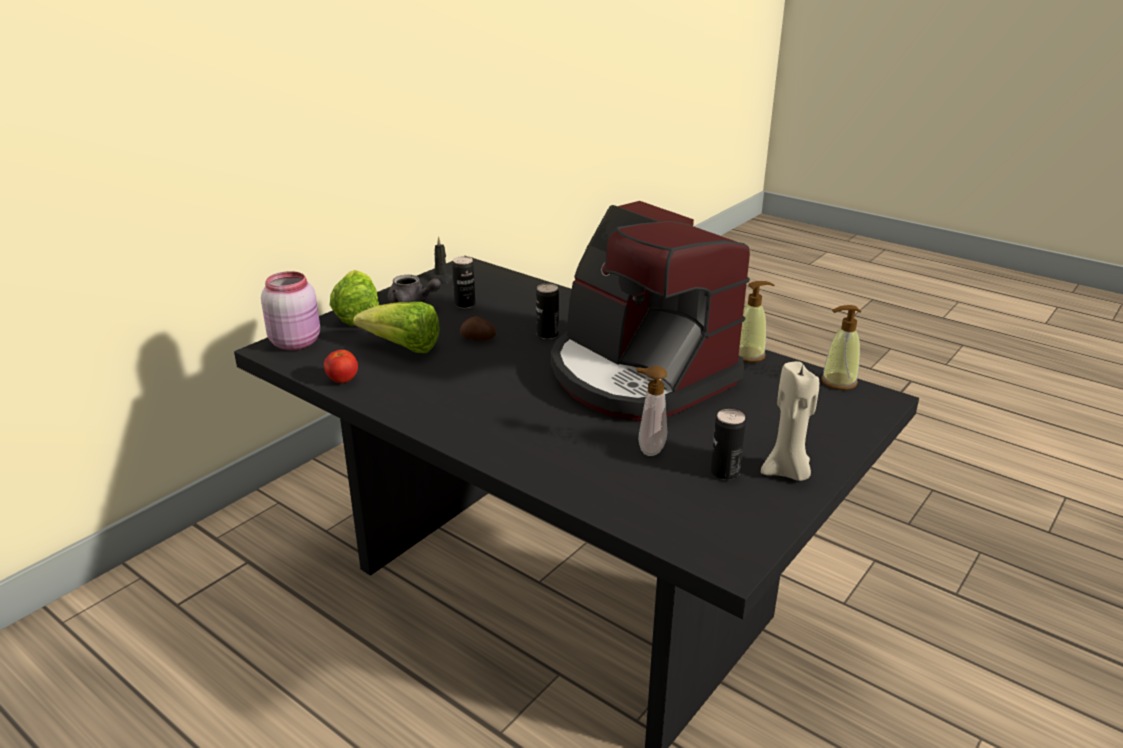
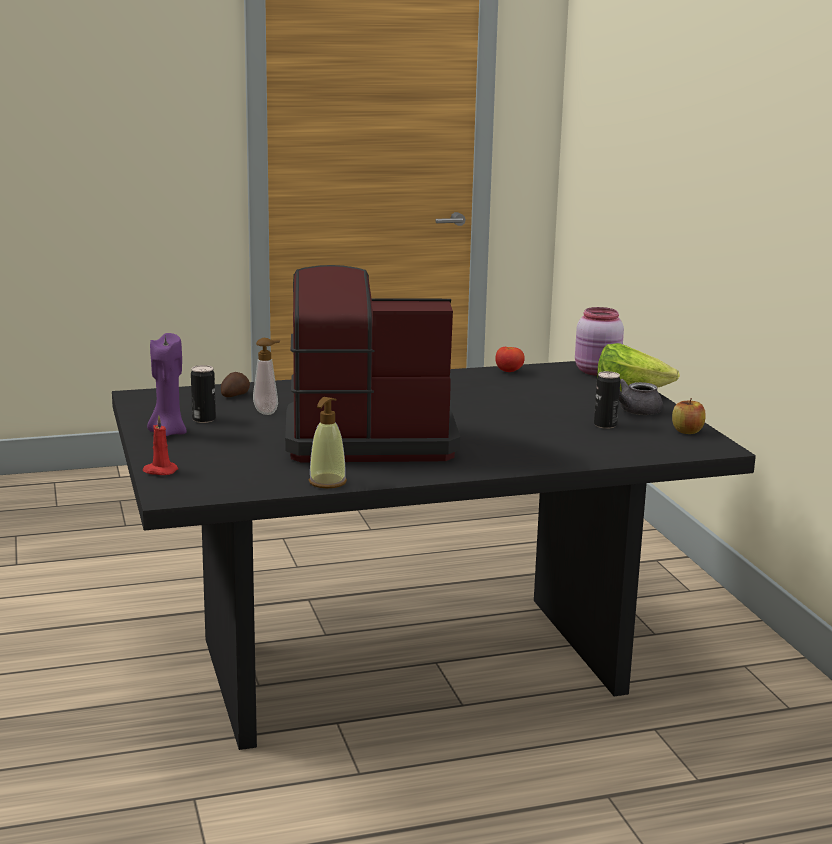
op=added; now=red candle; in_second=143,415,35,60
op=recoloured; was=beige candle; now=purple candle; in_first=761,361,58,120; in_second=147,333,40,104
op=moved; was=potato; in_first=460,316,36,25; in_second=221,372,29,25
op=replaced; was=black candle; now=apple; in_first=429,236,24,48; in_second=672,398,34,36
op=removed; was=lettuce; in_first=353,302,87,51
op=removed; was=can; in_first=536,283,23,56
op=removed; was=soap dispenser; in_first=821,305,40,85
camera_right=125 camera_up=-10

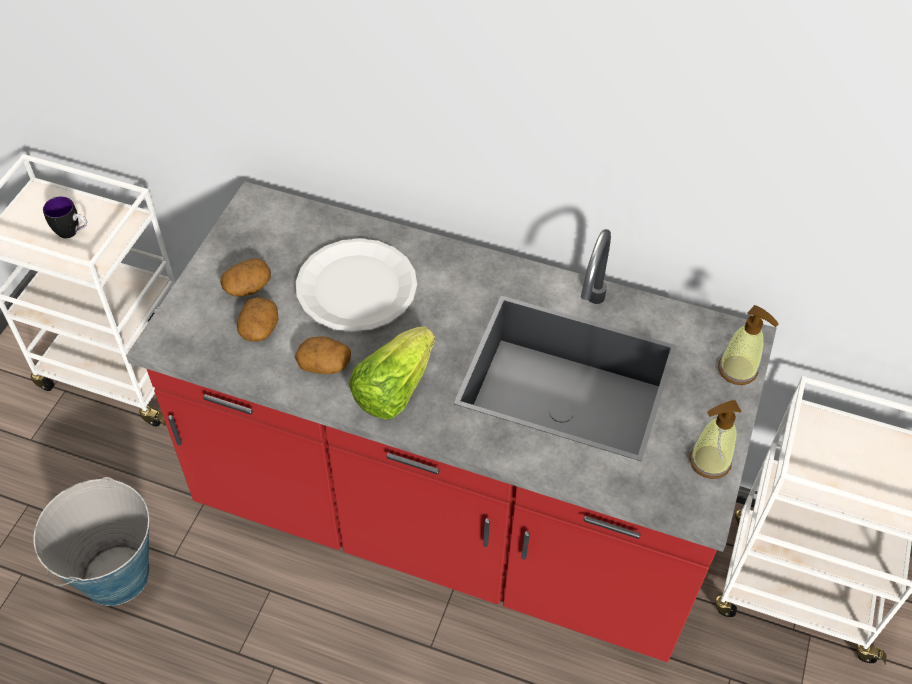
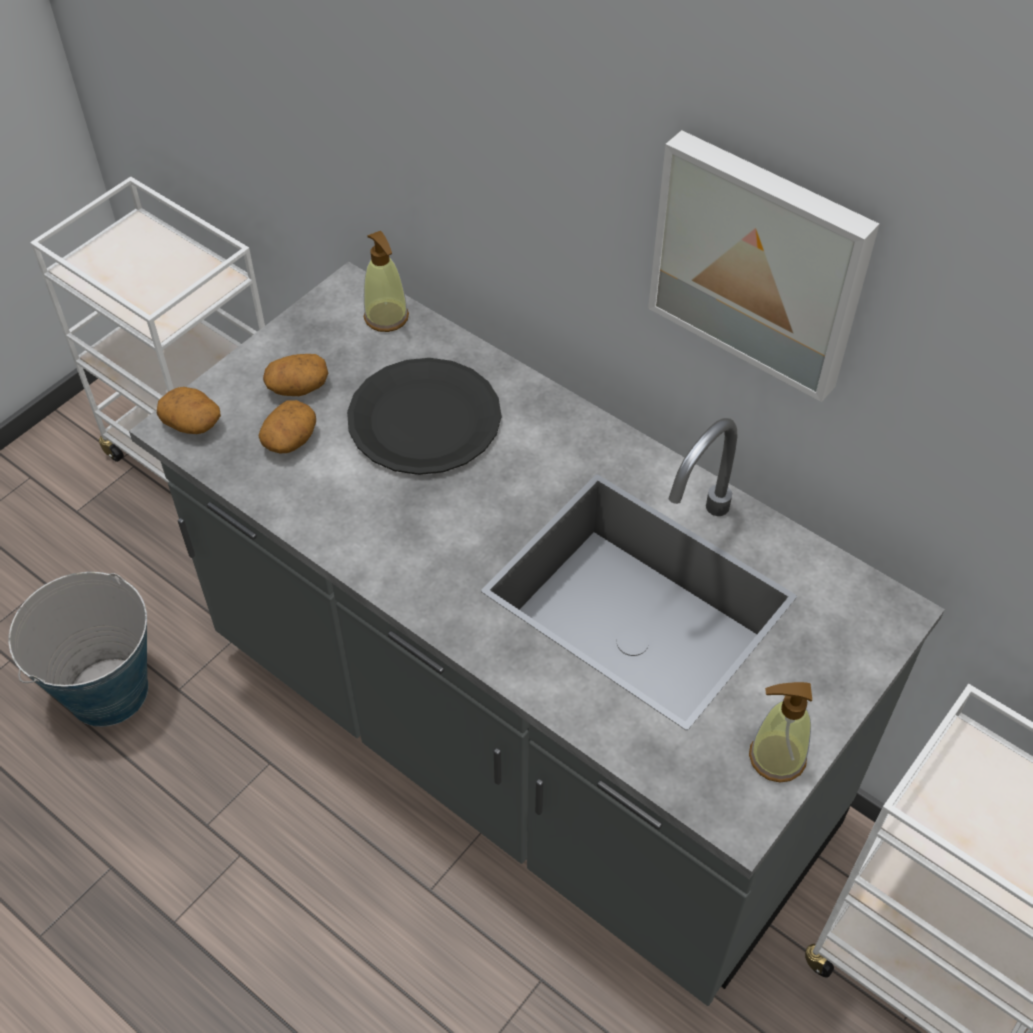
op=recoloured; was=red counter; now=grey counter; in_first=126,181,651,481; in_second=129,261,816,745
op=moved; was=potato; in_first=295,336,56,38; in_second=157,387,64,47
op=recoloured; was=white plate; now=black plate; in_first=296,238,121,94; in_second=347,358,154,117
op=moved; was=soap dispenser; in_first=718,305,61,80; in_second=364,231,45,101
op=added; now=picture; in_second=648,130,231,272
op=removed; was=mug; in_first=43,196,44,42
op=removed; was=lettuce; in_first=349,327,86,93
camera_right=20 camera_up=0

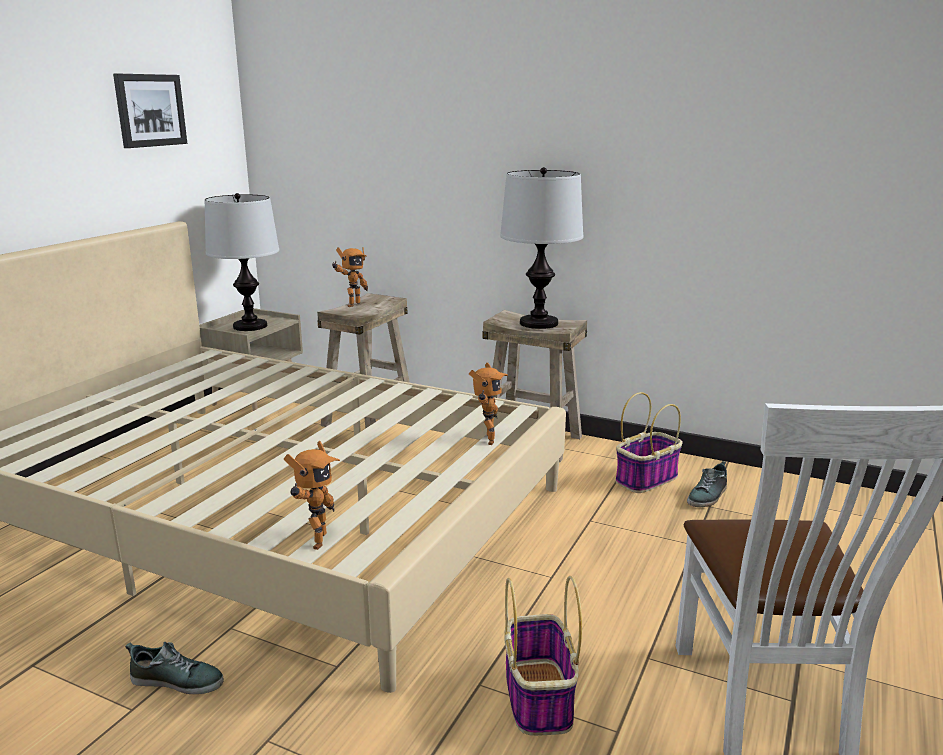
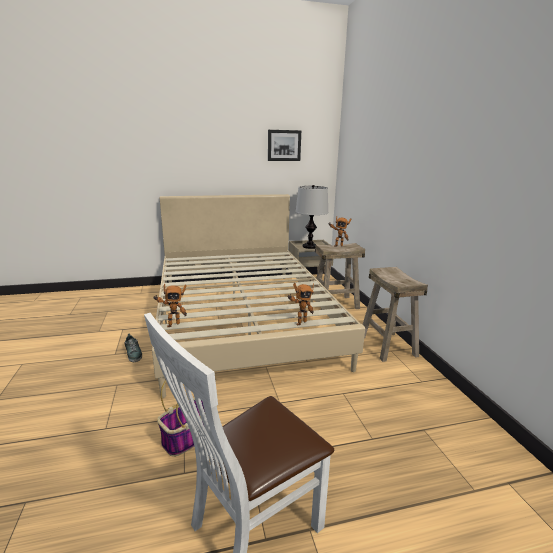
op=removed; was=table lamp; in_first=500,167,83,162
op=removed; was=basket; in_first=616,392,67,101
op=removed; was=shoe; in_first=687,461,40,46
camera_right=50 camera_up=0

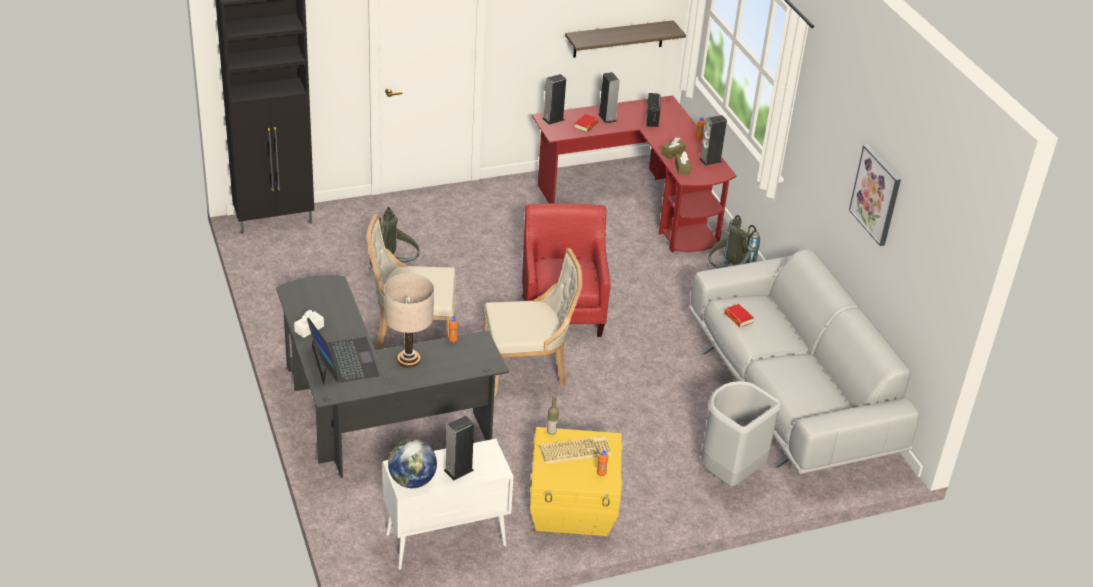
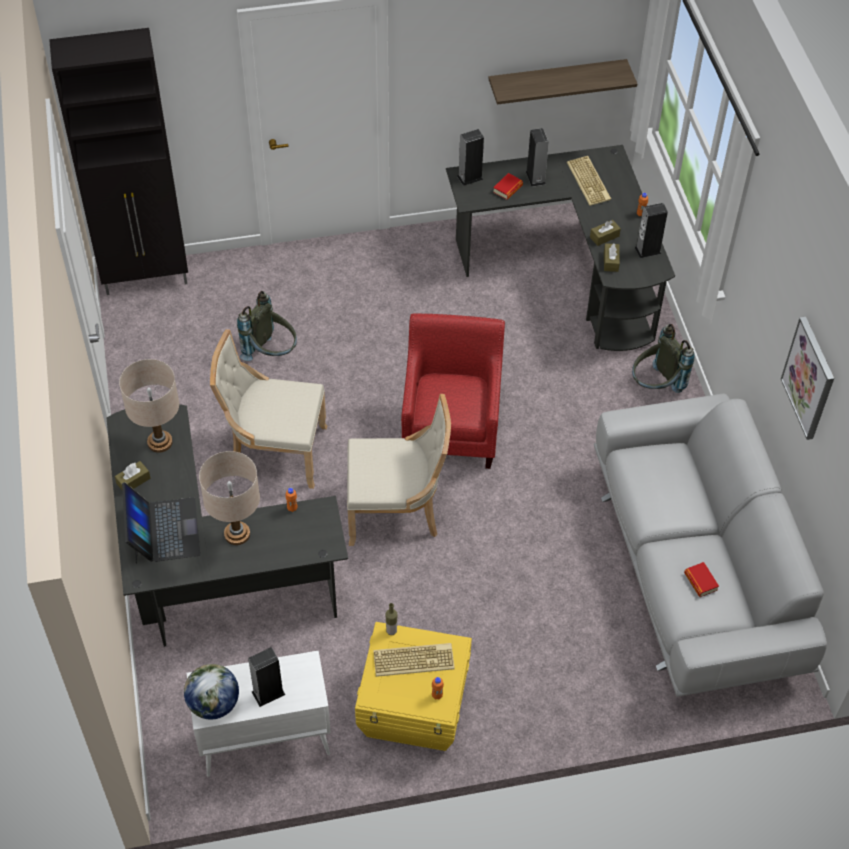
op=recoloured; was=white tissue box; now=brown tissue box; in_first=294,310,30,28; in_second=115,461,36,29
op=added; now=beige table lamp; in_second=119,359,60,94
op=recoloured; was=red desk; now=black desk; in_first=532,95,205,158; in_second=446,145,229,206
op=replaced; was=radio; now=keyboard; in_first=646,93,14,34; in_second=567,156,44,50
op=moved; was=book; in_first=724,304,30,23; in_second=684,562,35,35
op=removed; was=grey trash can; in_first=701,381,81,106
camera_right=10 camera_up=15

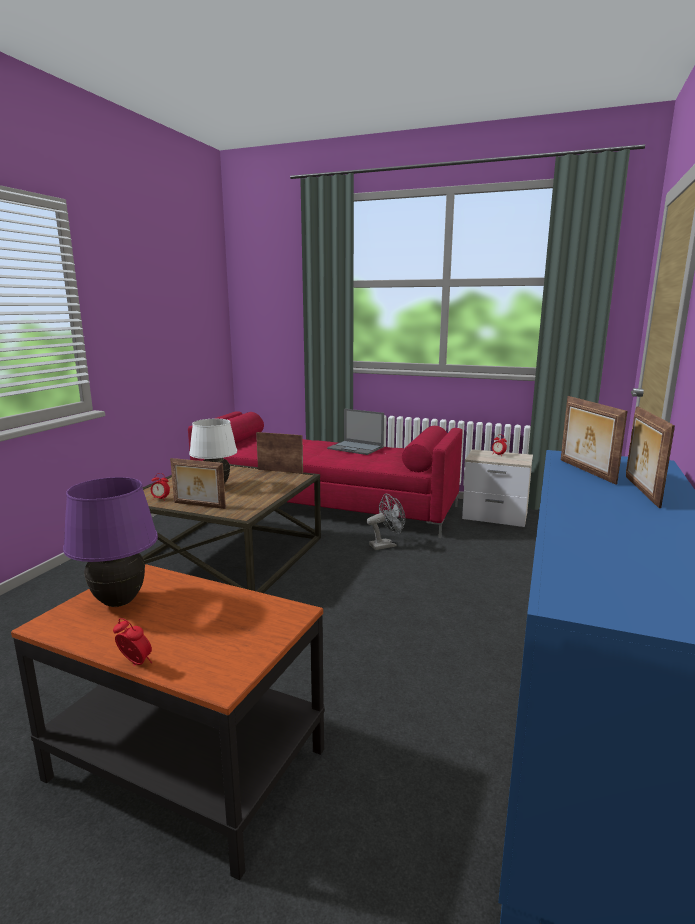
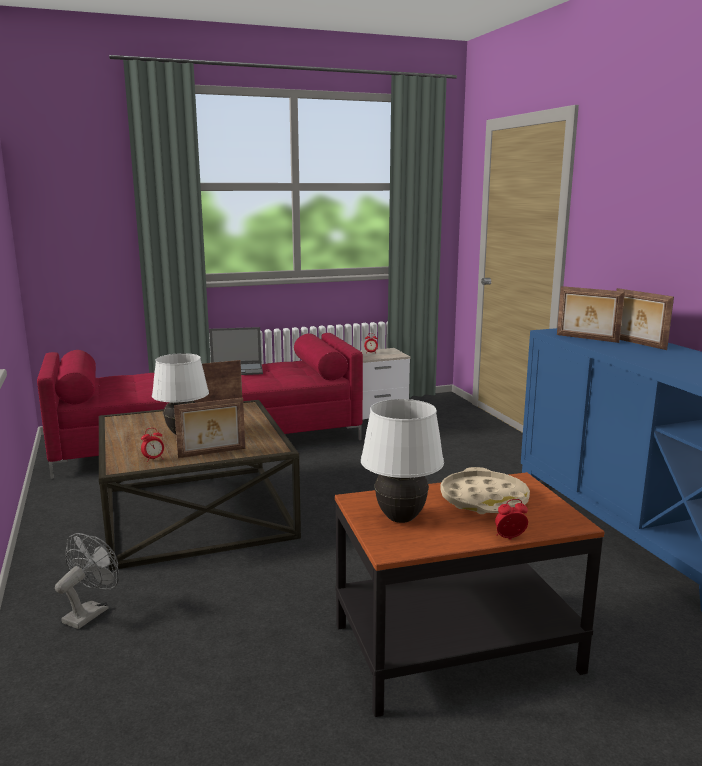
op=moved; was=grey fan; in_first=367,494,39,56; in_second=55,533,64,96
op=recoloured; was=purple table lamp; now=white table lamp; in_first=63,477,95,130; in_second=361,399,83,124
op=added; now=beige tray; in_second=440,467,90,47
camera_right=-40 camera_up=0

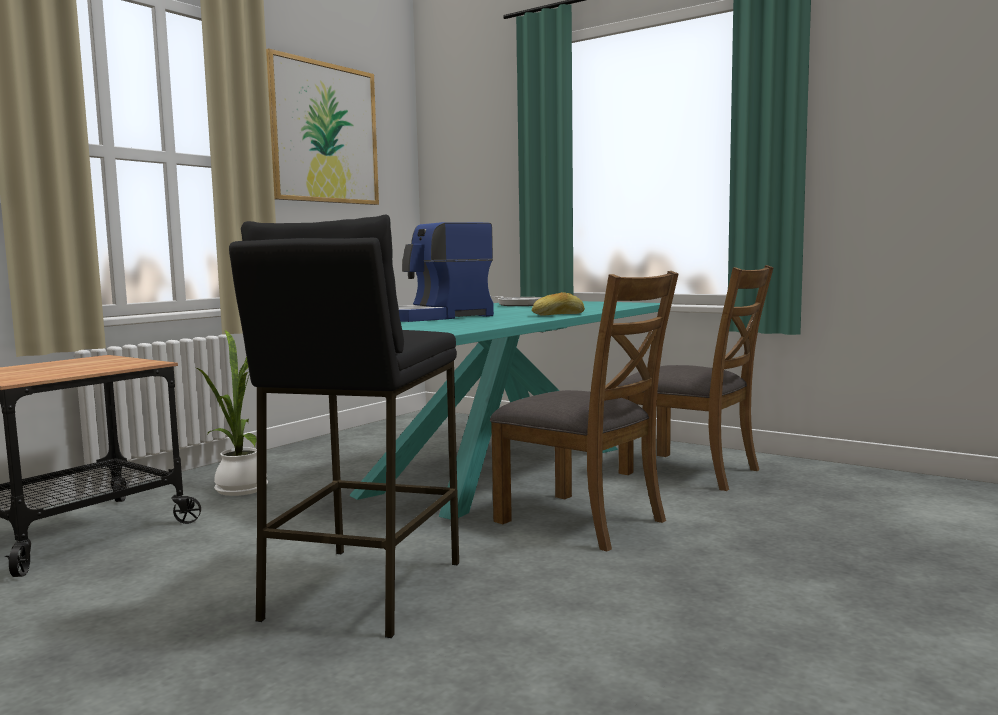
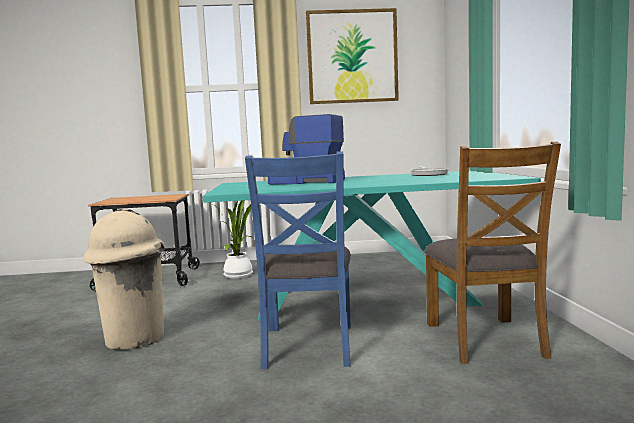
op=replaced; was=black stool; now=beige trash can; in_first=229,215,230,423; in_second=83,209,82,141
op=recoloured; was=brown chair; now=blue chair; in_first=490,271,188,280; in_second=245,151,106,218
op=removed; was=bread; in_first=532,292,53,24
camera_right=50 camera_up=0

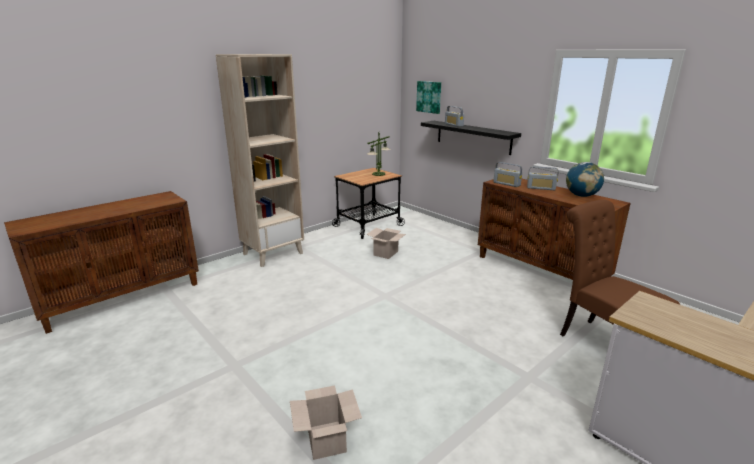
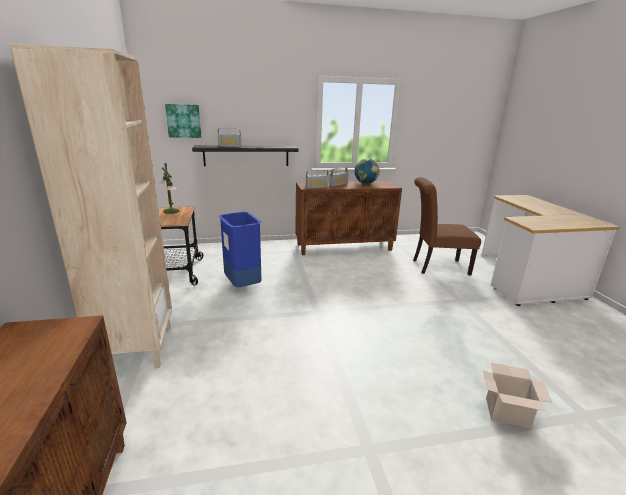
op=replaced; was=cardboard box; now=blue trash can; in_first=366,228,40,31; in_second=219,212,42,75
camera_right=-60 camera_up=0

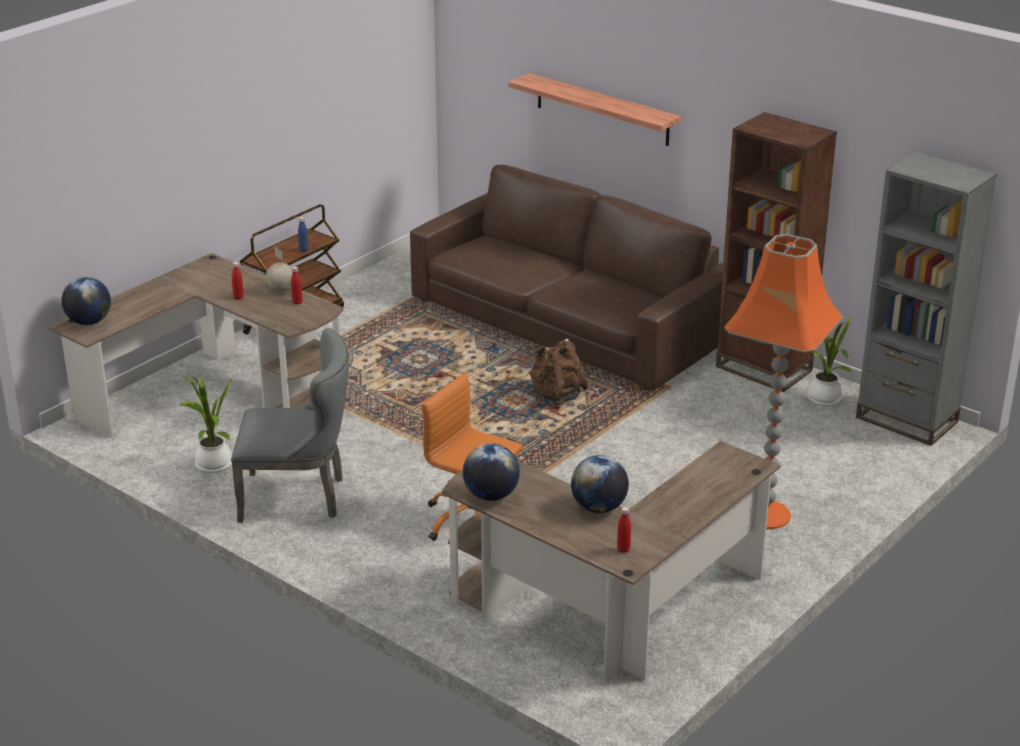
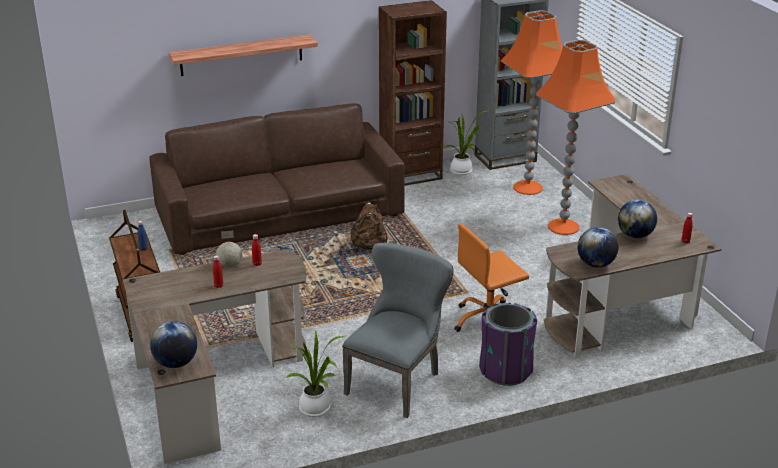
op=added; now=purple trash can; in_second=479,303,58,83
op=added; now=orange floor lamp; in_second=501,10,62,185
camera_right=-60 camera_up=0

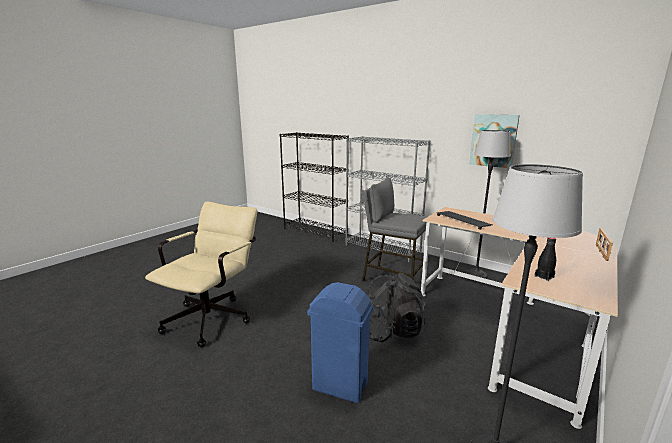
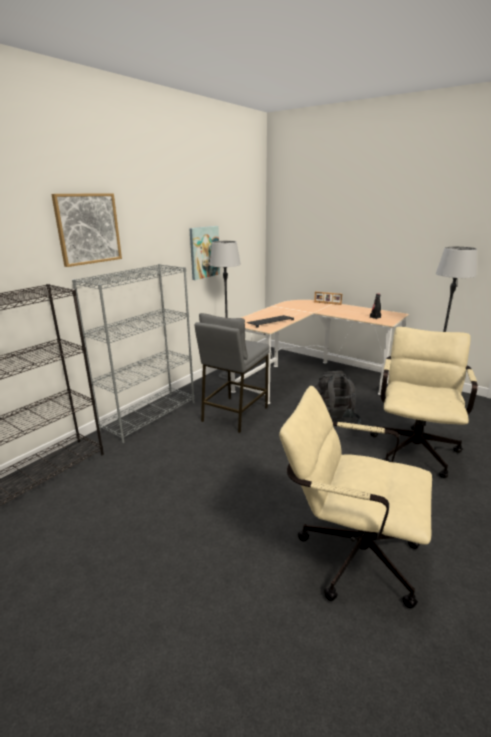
op=added; now=picture; in_second=51,193,71,74
op=replaced; was=blue trash can; now=beige office chair; in_first=307,282,66,121; in_second=370,327,108,151
camera_right=-90 camera_up=5

